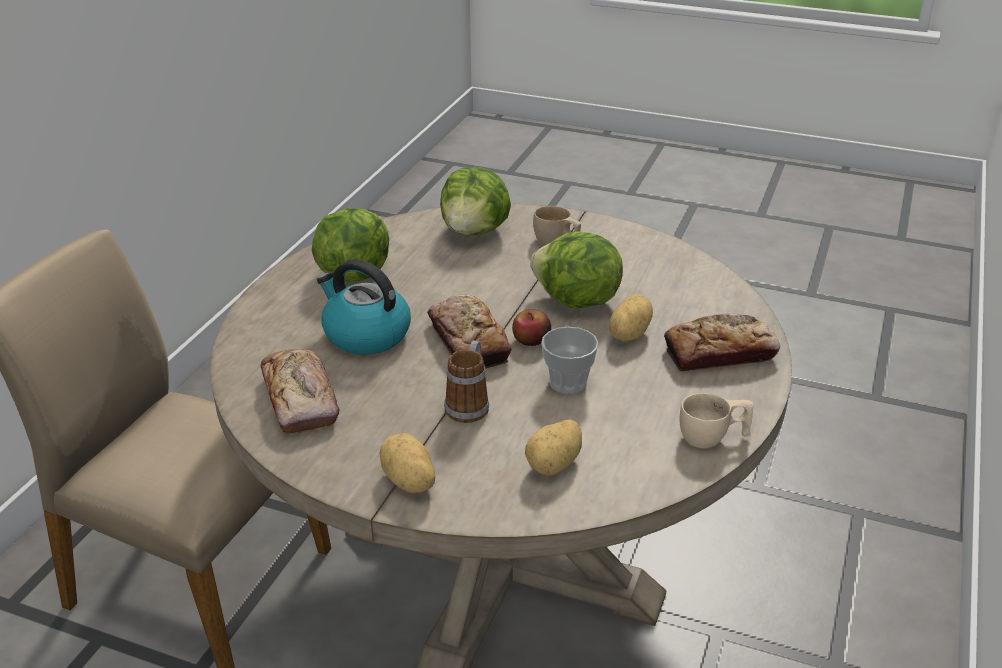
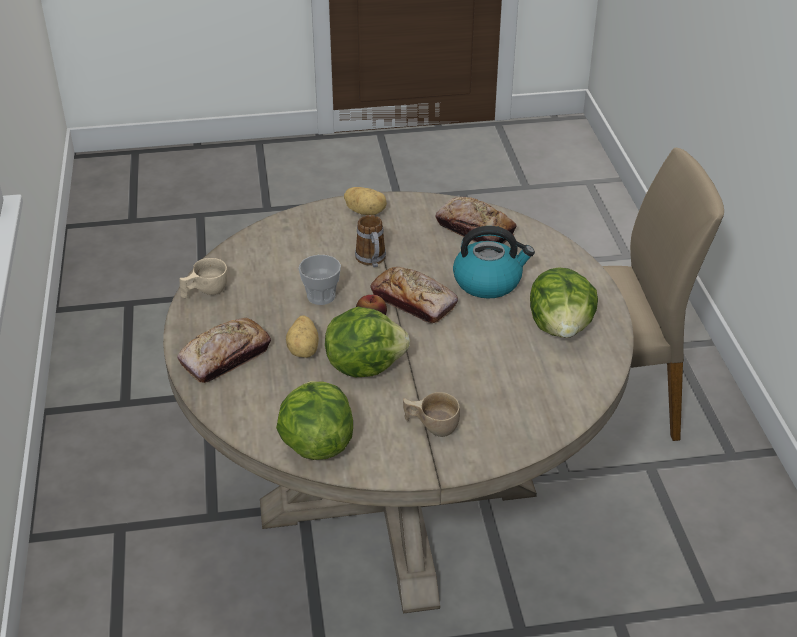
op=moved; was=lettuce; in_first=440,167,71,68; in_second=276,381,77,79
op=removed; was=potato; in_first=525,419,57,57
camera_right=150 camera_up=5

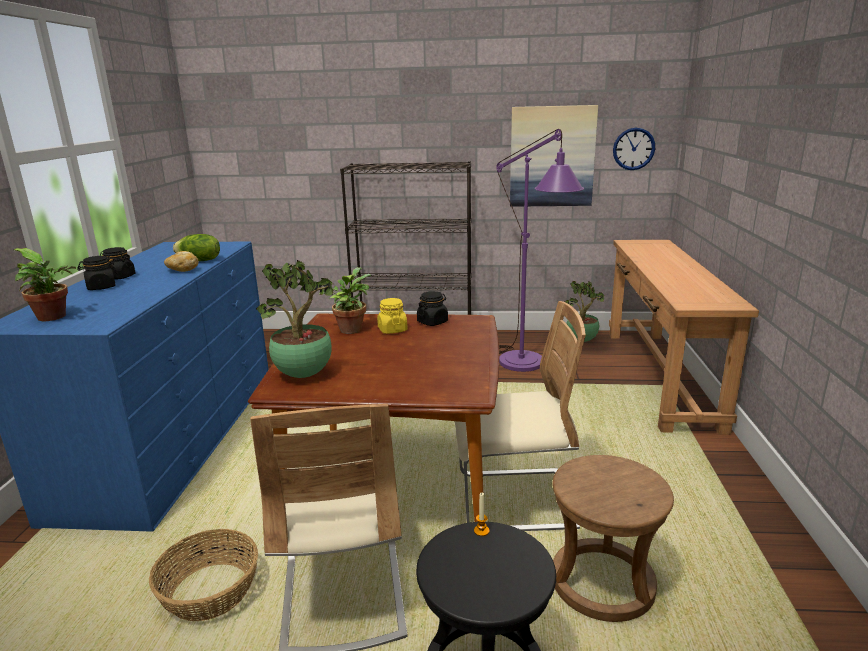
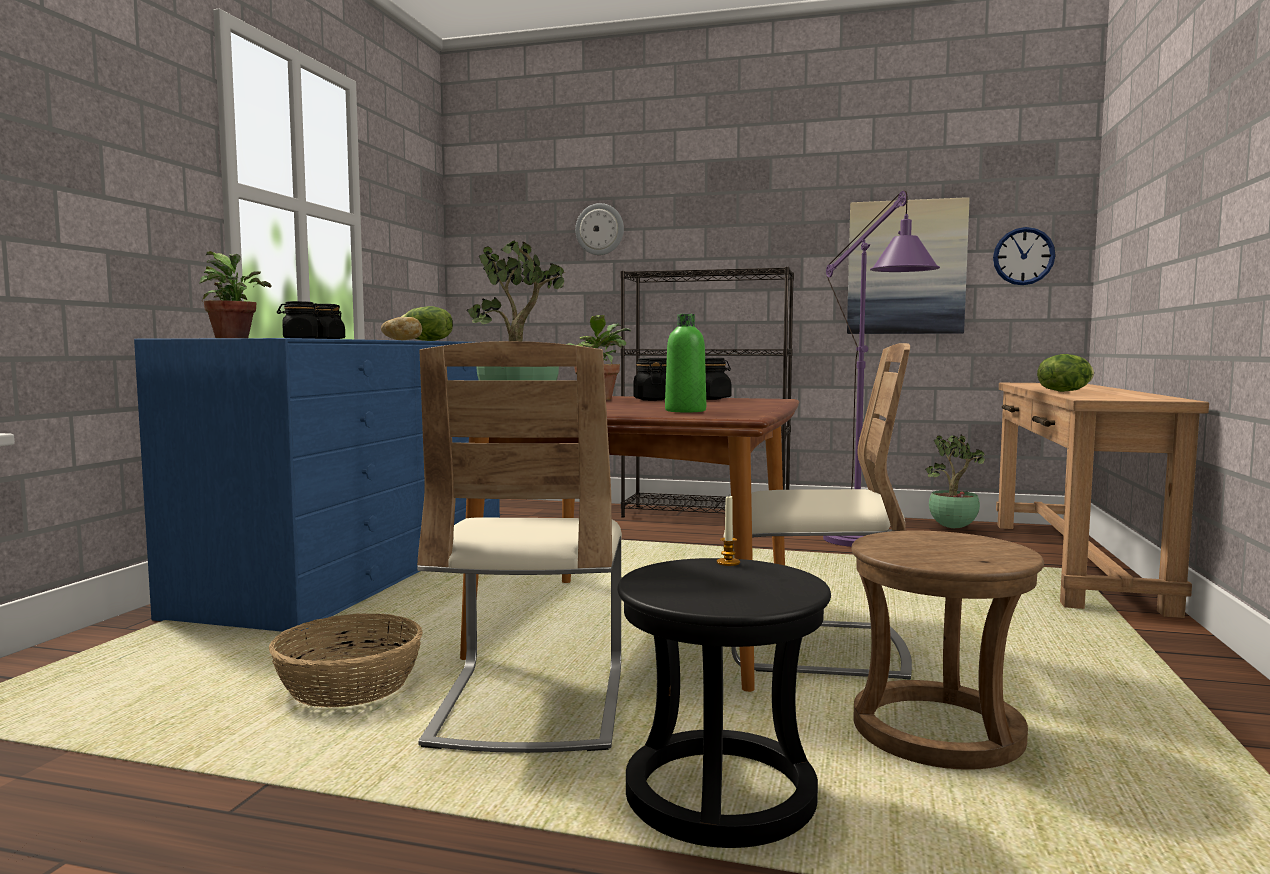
op=added; now=wall clock; in_second=575,203,49,52
op=recoloured; was=yellow jar; now=black jar; in_first=377,298,31,36; in_second=633,358,34,43
op=added; now=green bottle; in_second=665,314,41,98
op=added; now=lettuce; in_second=1037,354,57,38
camera_right=10 camera_up=-15

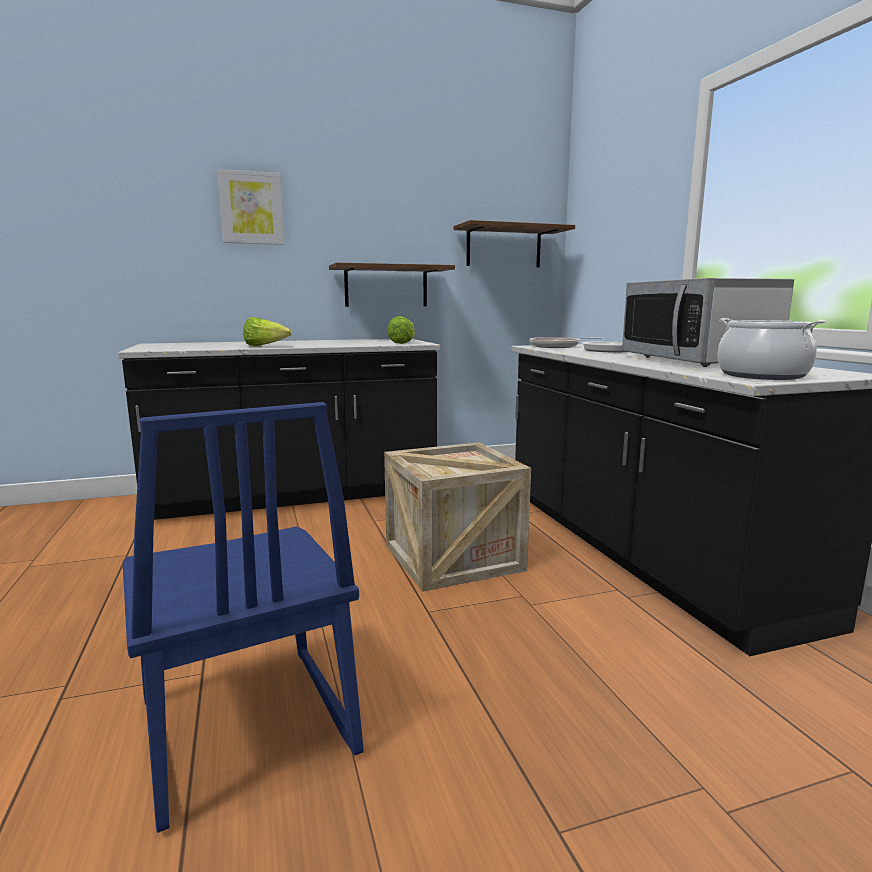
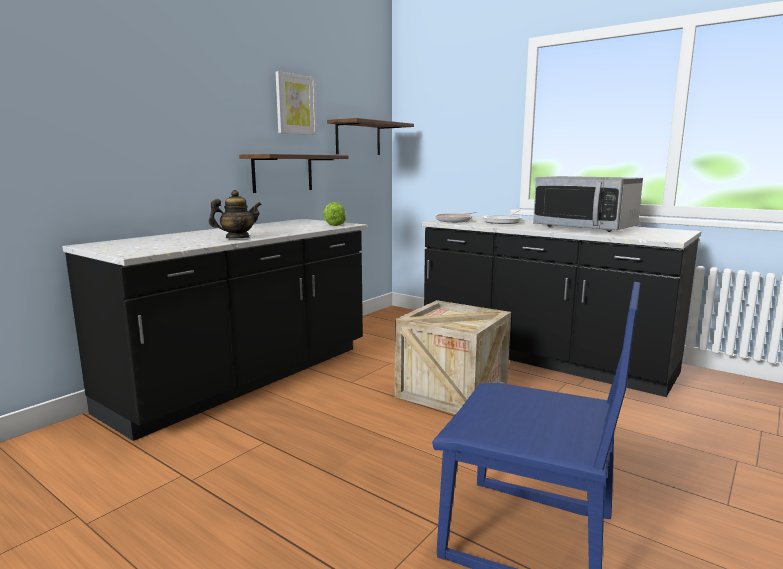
op=replaced; was=lettuce; now=teapot; in_first=243,317,49,29; in_second=209,190,53,48
op=moved; was=picture; in_first=217,169,67,76; in_second=275,71,42,64
op=removed; was=cooking pot; in_first=718,318,107,62
camera_right=-35 camera_up=0

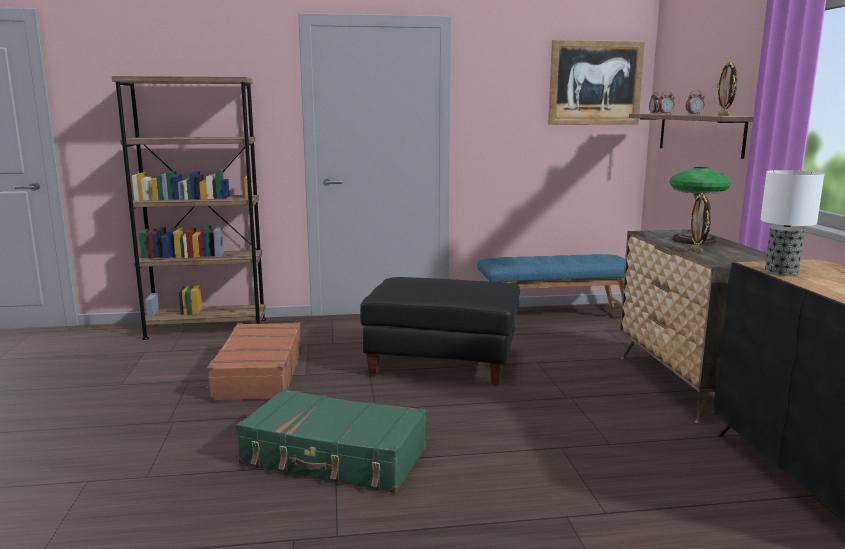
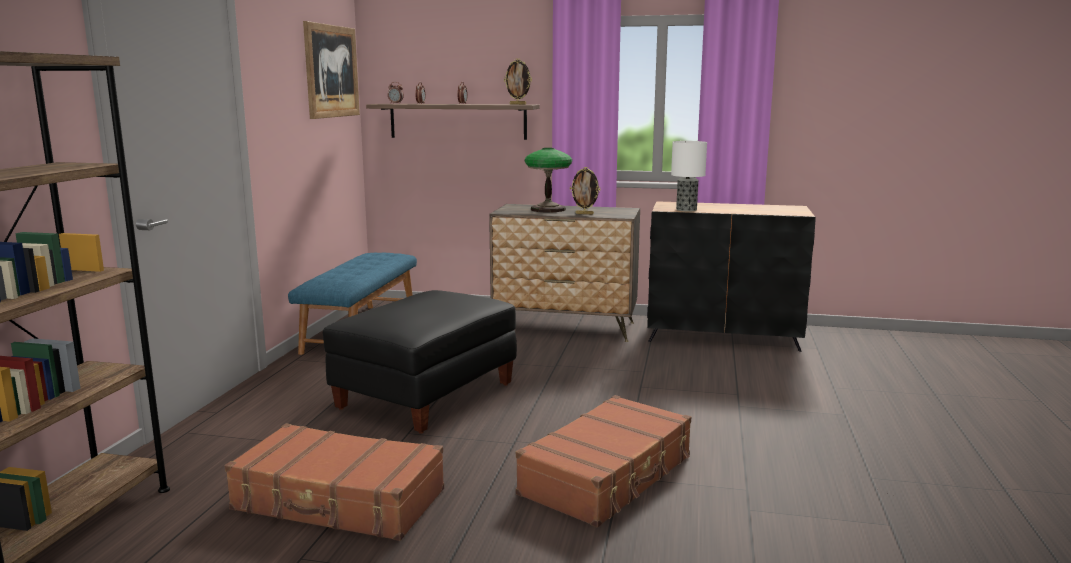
op=recoloured; was=green suitcase; now=brown suitcase; in_first=236,389,190,104; in_second=516,395,175,132
camera_right=-70 camera_up=0

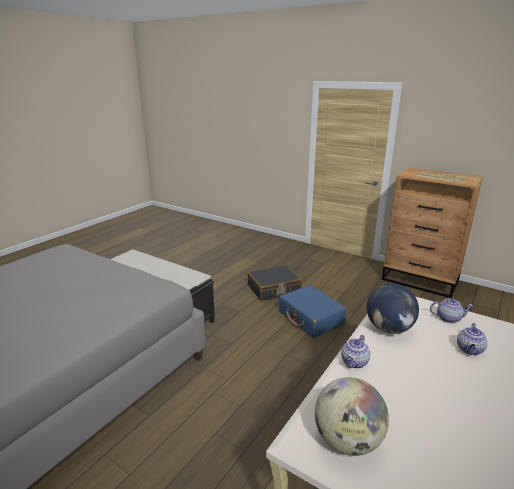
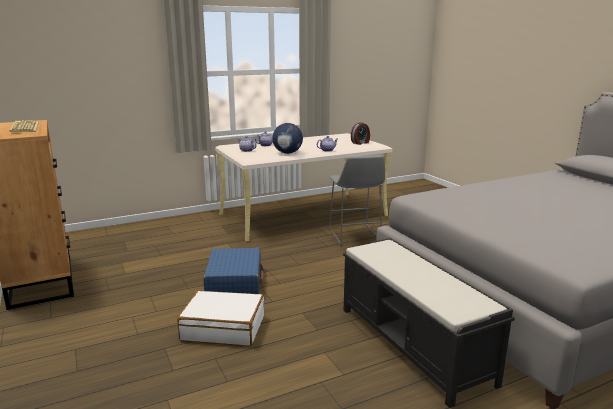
op=recoloured; was=black suitcase; now=white suitcase; in_first=248,265,54,36; in_second=177,291,87,55
op=added; now=grey stool; in_second=329,155,56,91
op=replaced; was=globe; now=alarm clock; in_first=315,377,74,79; in_second=351,122,19,23
camera_right=-150 camera_up=-5

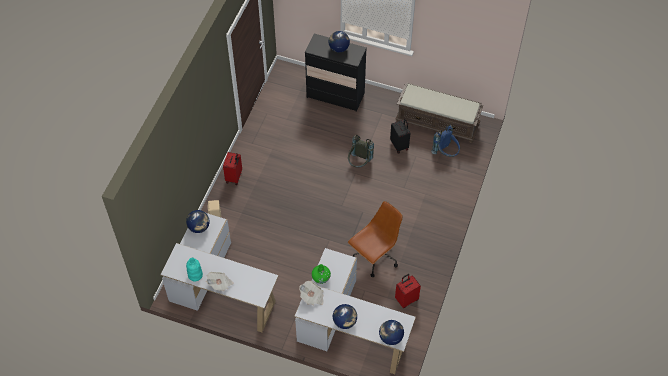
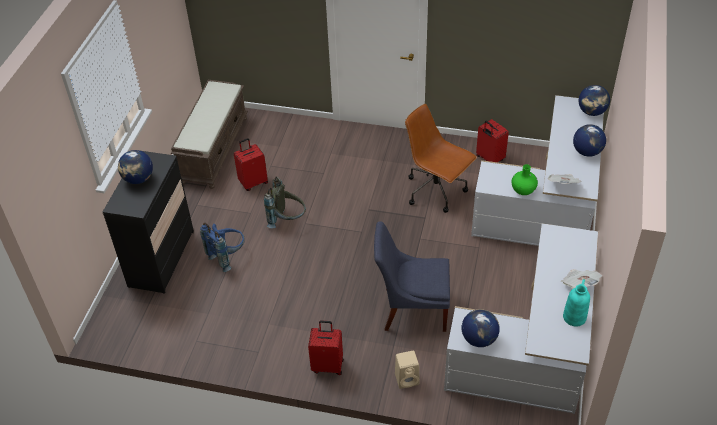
op=moved; was=blue backpack; in_first=431,124,29,33; in_second=200,223,45,49
op=recoloured; was=black suitcase; now=red suitcase; in_first=390,119,20,35; in_second=234,138,34,53
op=added; now=blue chair; in_second=374,221,76,111
camera_right=-95 camera_up=-10

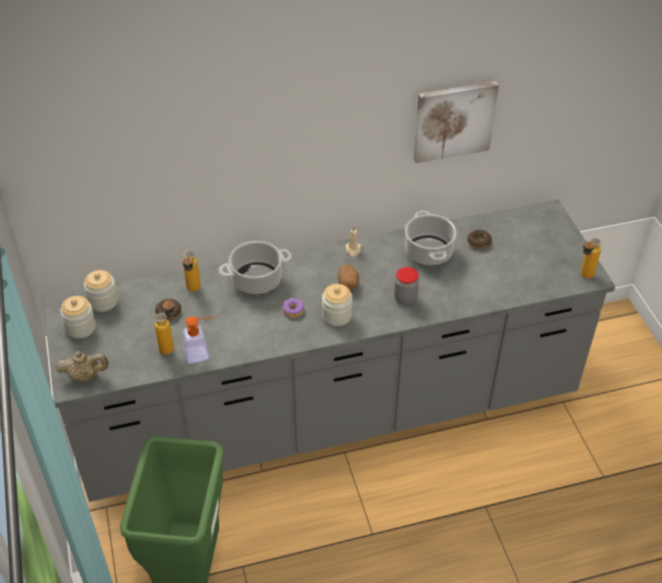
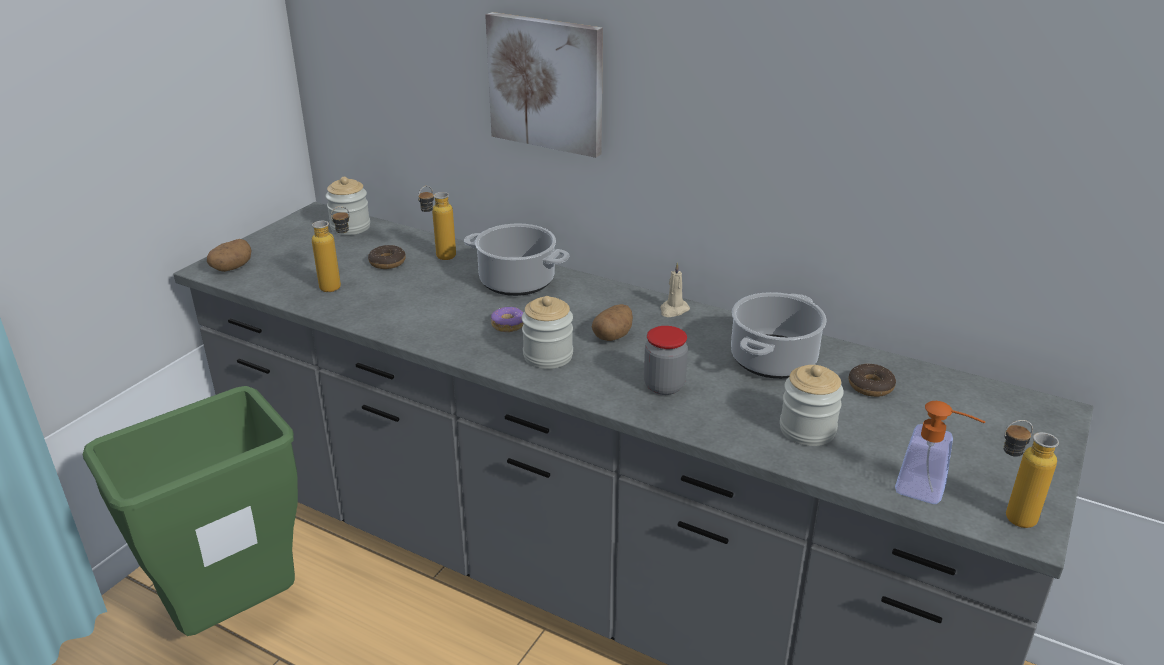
op=replaced; was=beige teapot; now=potato; in_first=56,351,53,31; in_second=207,239,45,33
op=moved; was=picture; in_first=414,81,85,82; in_second=485,12,118,146
op=moved; was=jar; in_first=60,296,36,43; in_second=780,365,64,81
op=moved; was=soap dispenser; in_first=183,316,30,48; in_second=895,401,90,103
camera_right=45 camera_up=-15

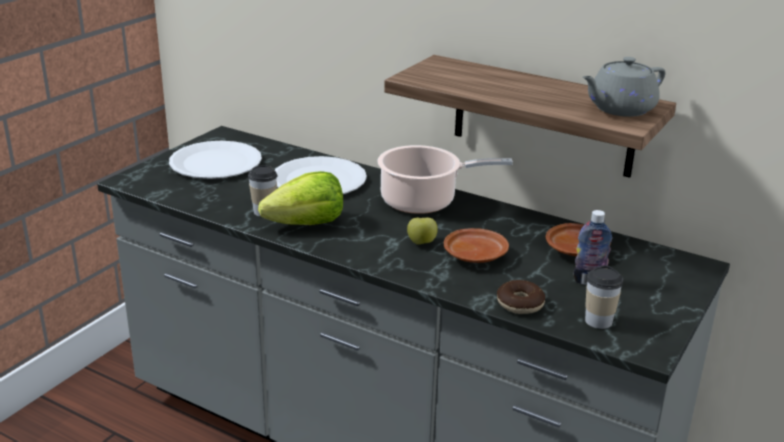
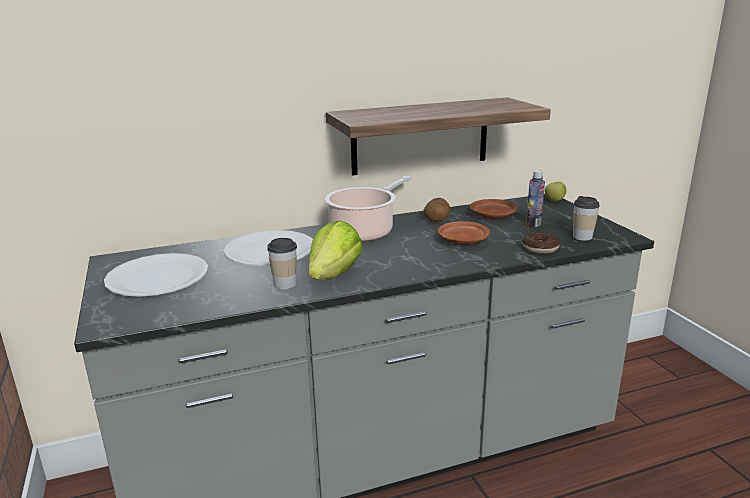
op=added; now=potato; in_second=424,198,26,24
op=moved; was=apple; in_first=407,218,31,27; in_second=544,182,22,20
op=removed; was=grey teapot; in_first=582,57,84,60
camera_right=-50 camera_up=-5

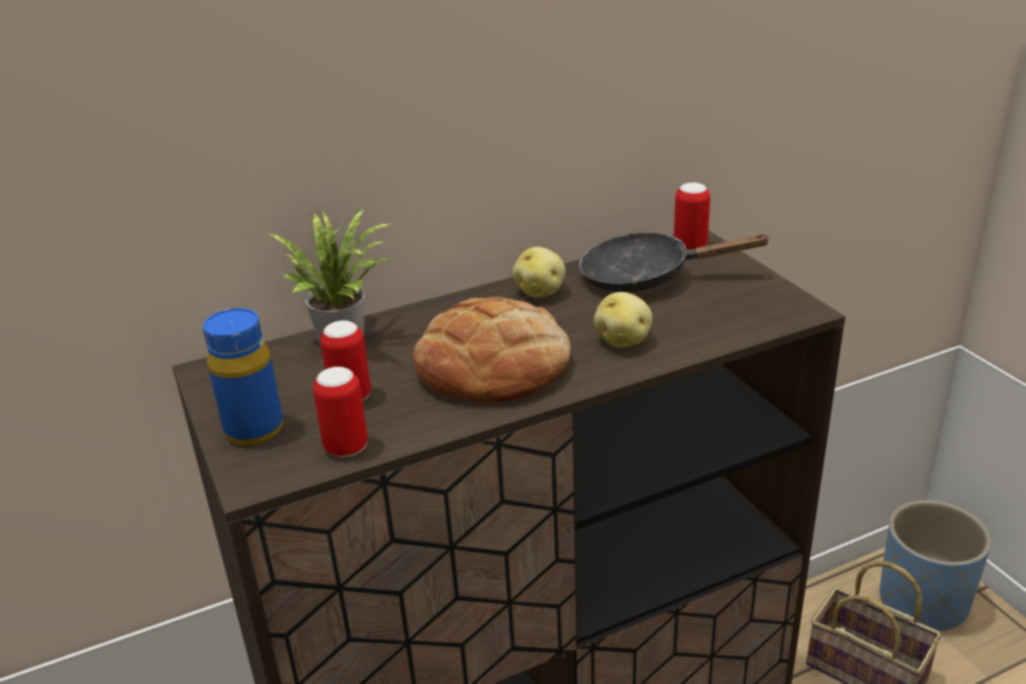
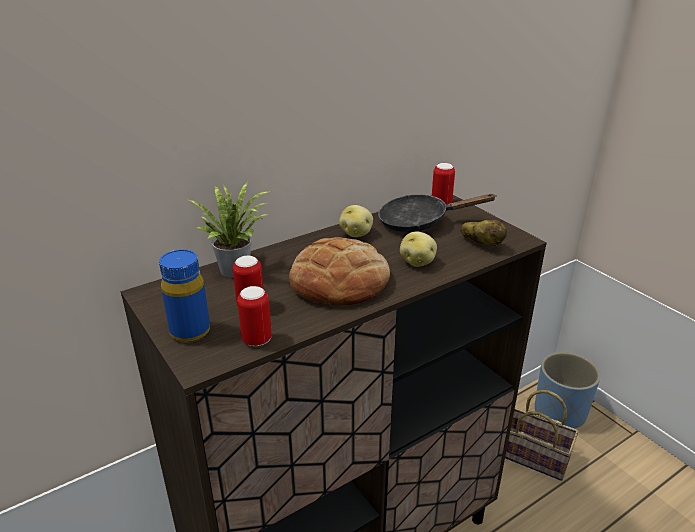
op=added; now=potato; in_second=461,220,46,26
camera_right=-10 camera_up=0

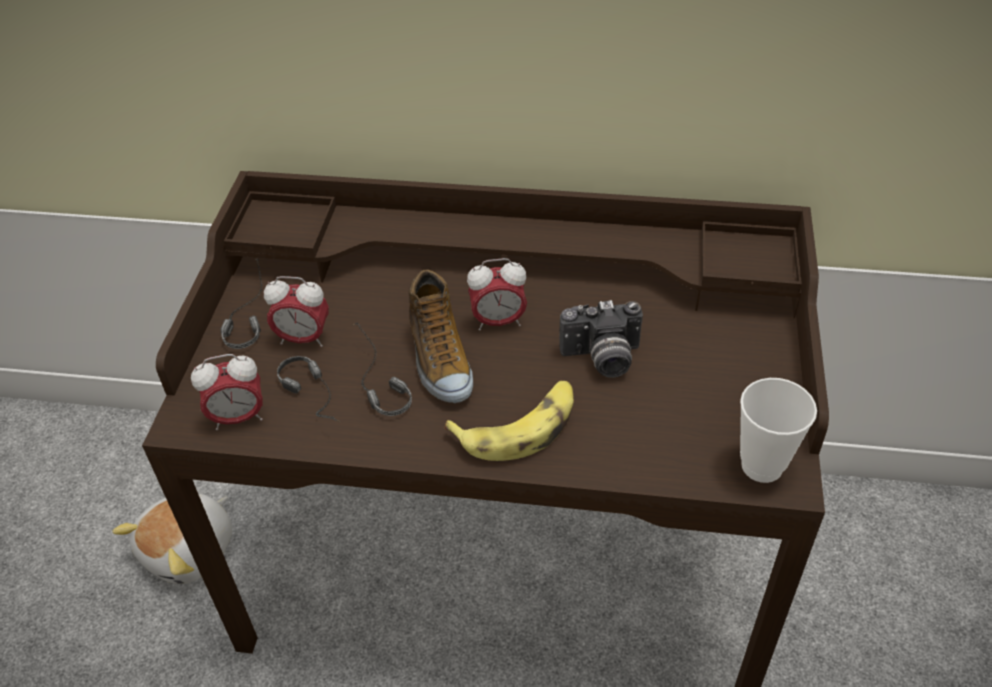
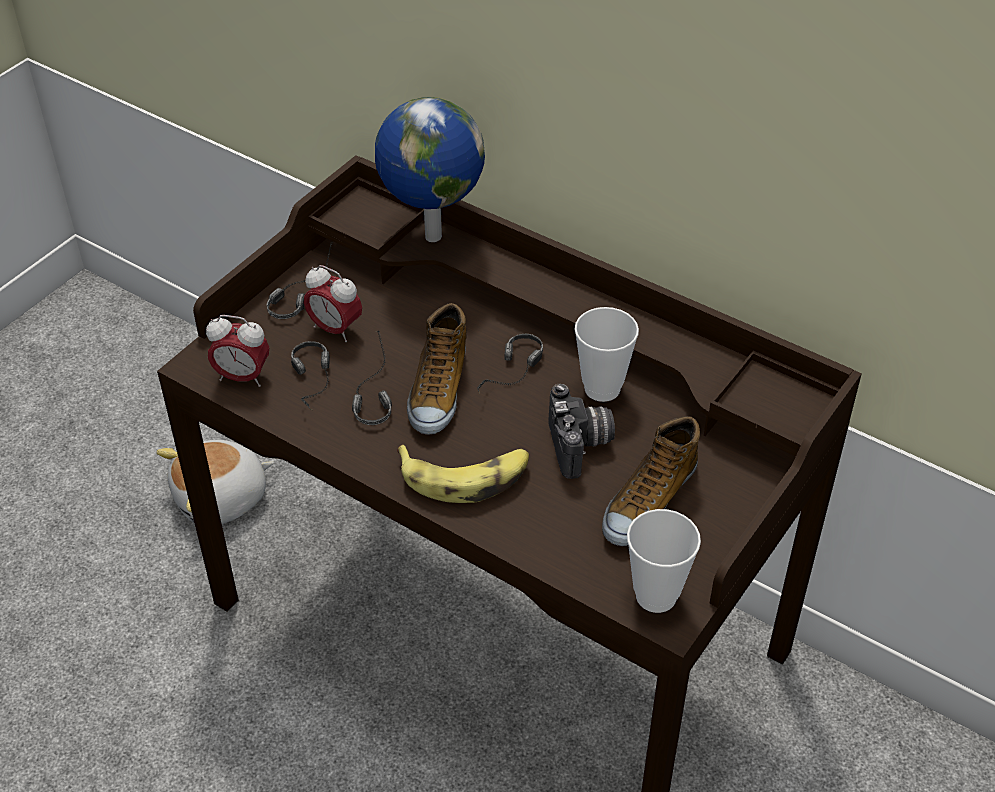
op=added; now=globe; in_second=375,97,110,145
op=replaced; was=alarm clock; now=headphones; in_first=467,258,60,73; in_second=477,334,66,60
op=turned; was=photo camera; in_first=559,300,84,78; in_second=548,384,67,95; clockwise=-120
op=added; now=cup; in_second=574,307,65,95
op=added; now=shoe; in_second=602,416,98,130
camera_right=25 camera_up=0

